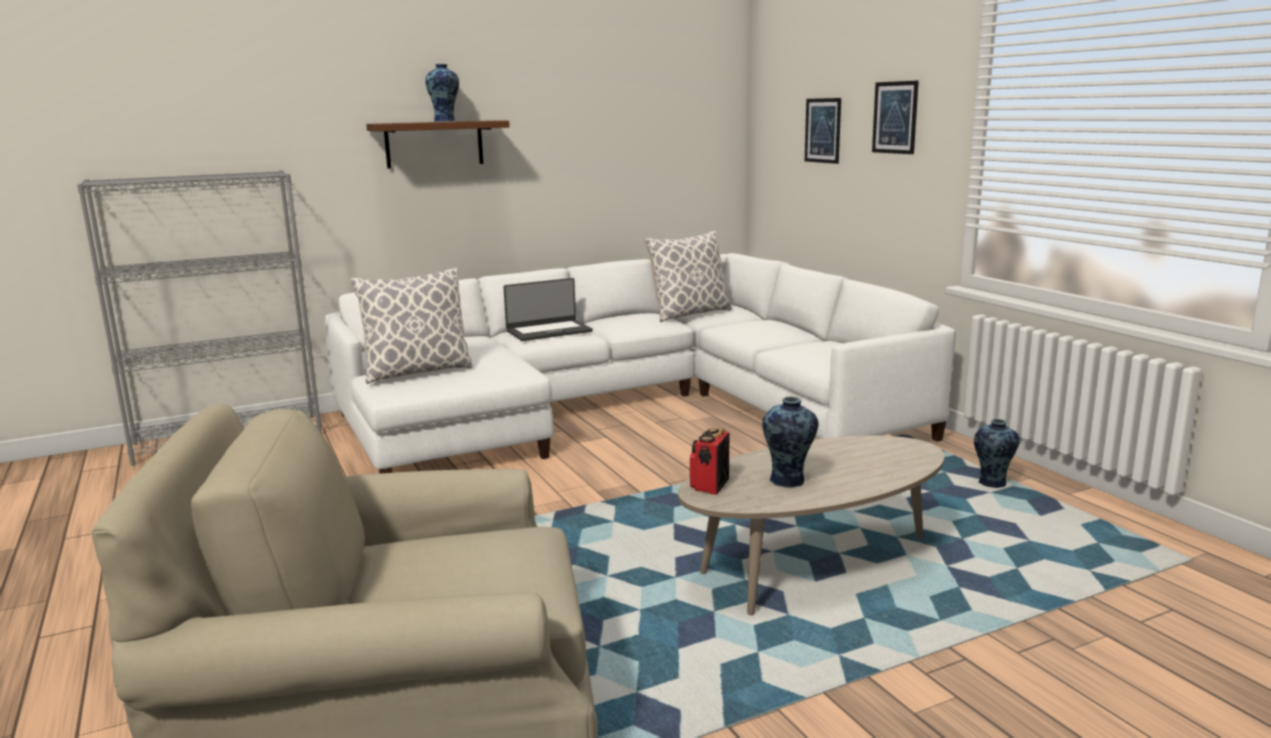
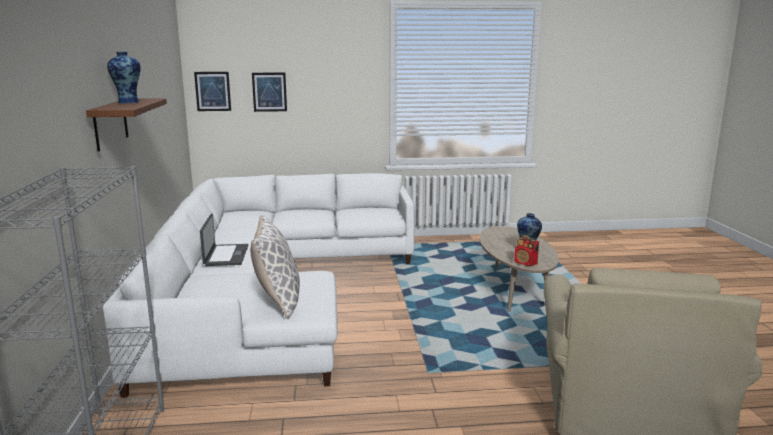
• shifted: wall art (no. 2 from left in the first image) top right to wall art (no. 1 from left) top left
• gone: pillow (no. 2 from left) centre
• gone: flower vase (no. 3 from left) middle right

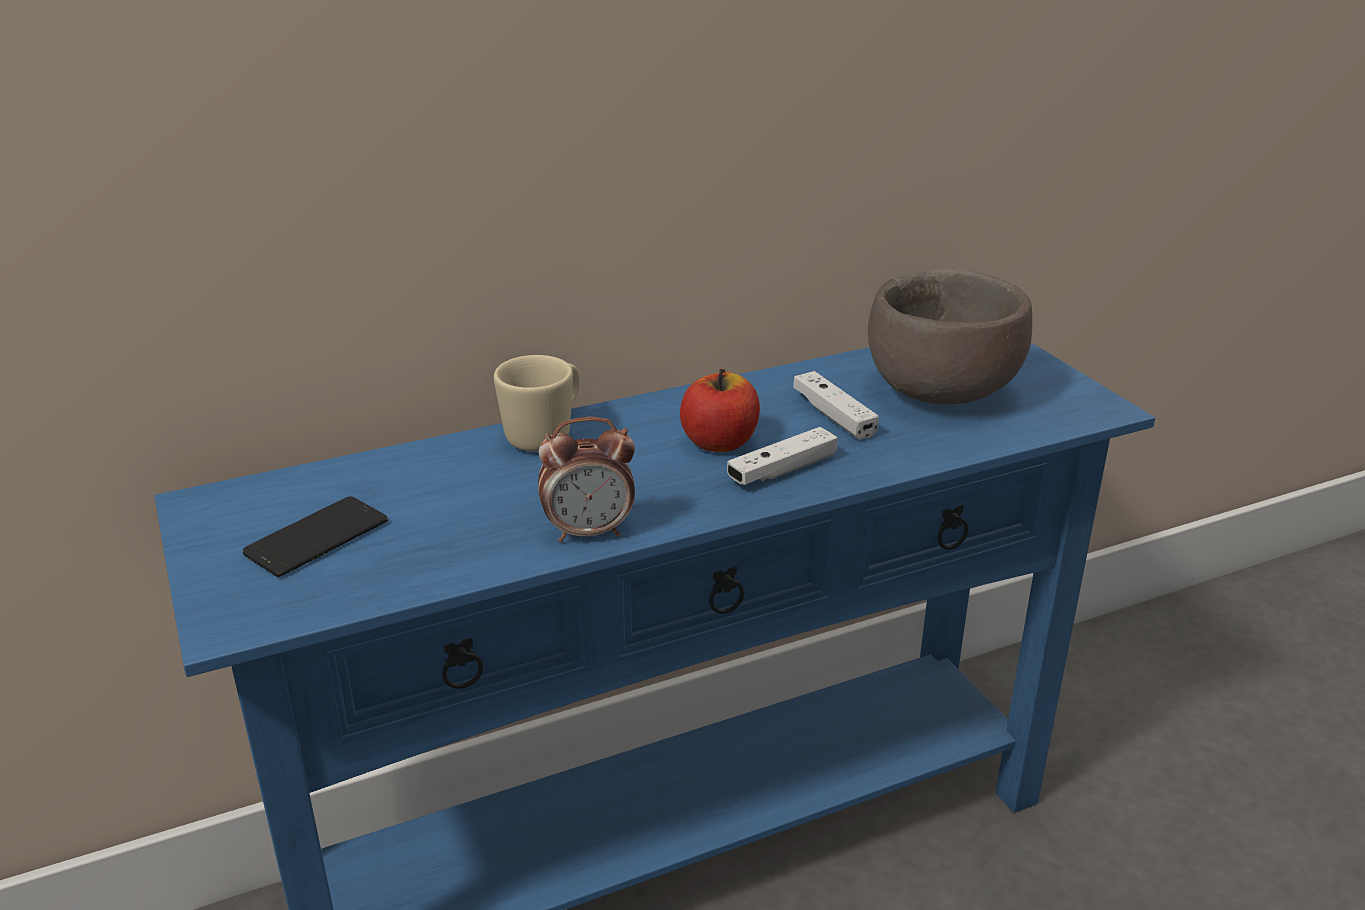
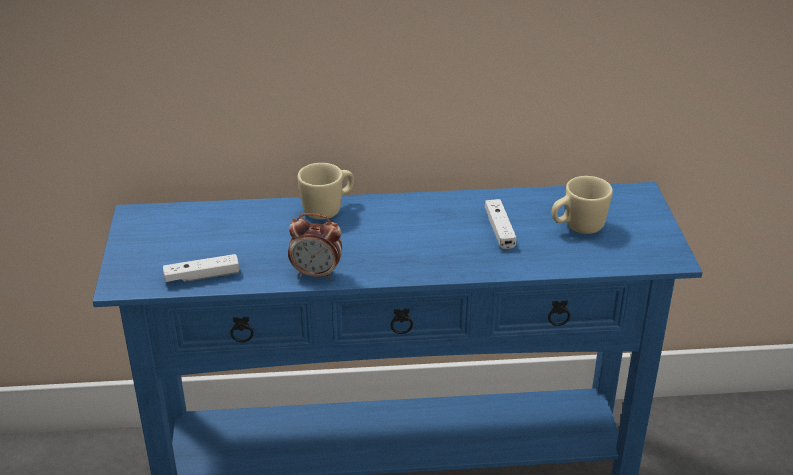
• shifted: joypad (white-coloured) (no. 1 from left) centre to middle left
• swapped: deep dish (brown) middle right to mug (sand-coloured) (no. 2 from left) middle right
• gone: handset middle left
• gone: whole apple centre

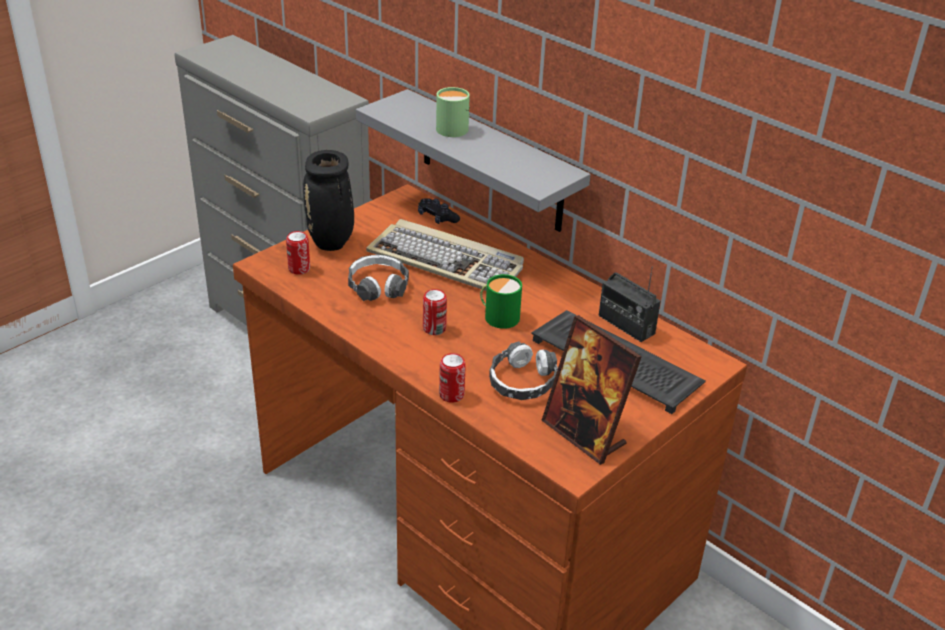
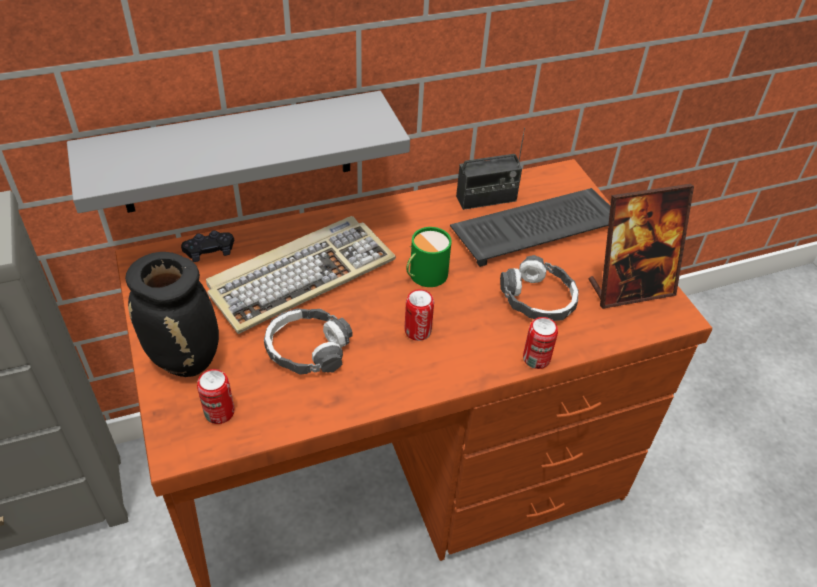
• gone: mug (green-coloured) (no. 1 from left) top centre

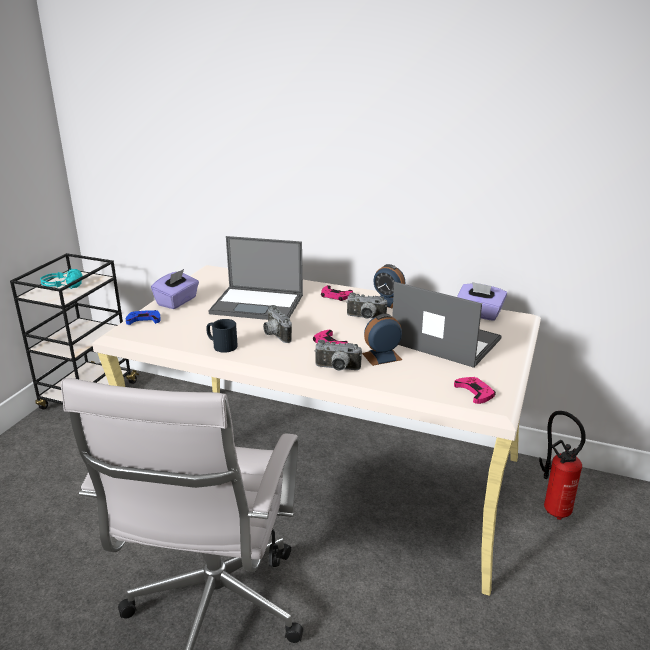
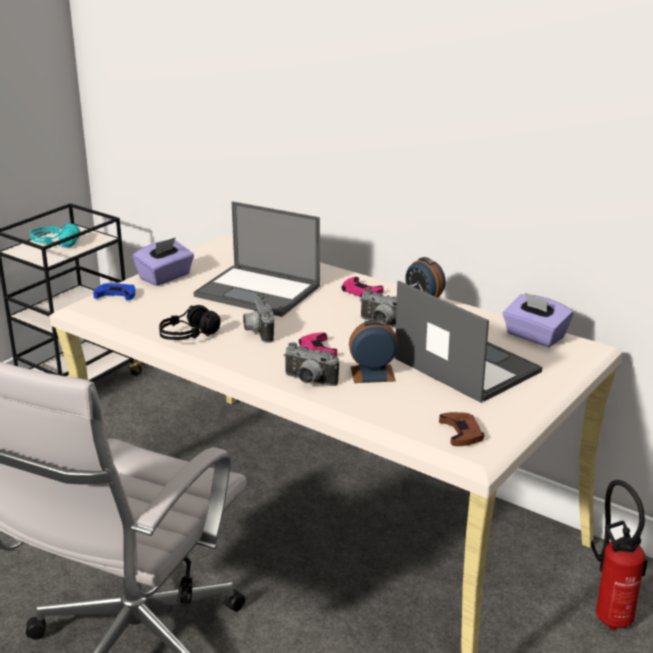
• swapped: mug (black-coloured) centre to headset (black-coloured) middle left
• repainted: joypad (pink-coloured) (no. 3 from left) middle right to joypad (brown) middle right

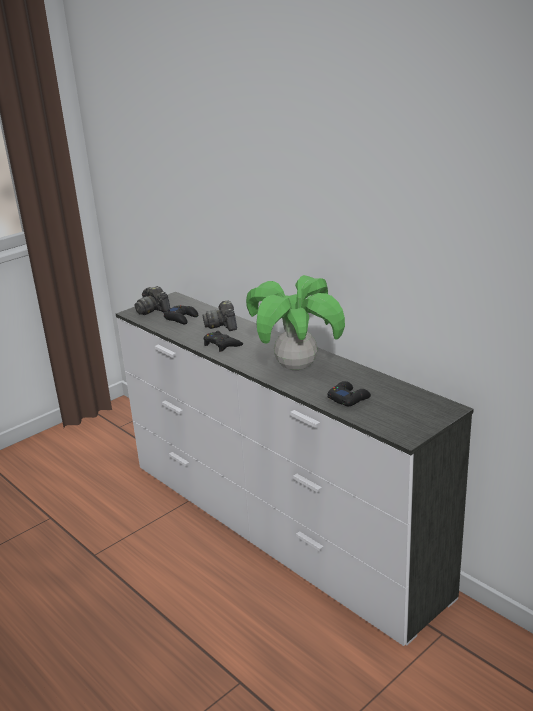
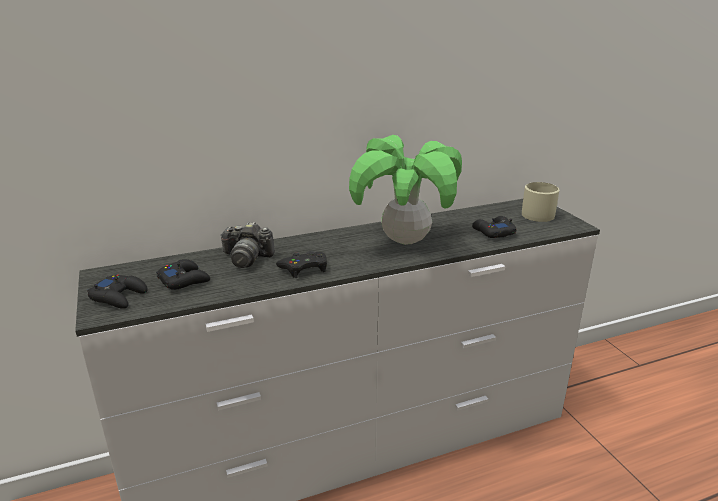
• swapped: photo camera (no. 1 from left) middle left to joypad (black-coloured) (no. 1 from left) middle left
• new: mug (sand-coloured) middle right

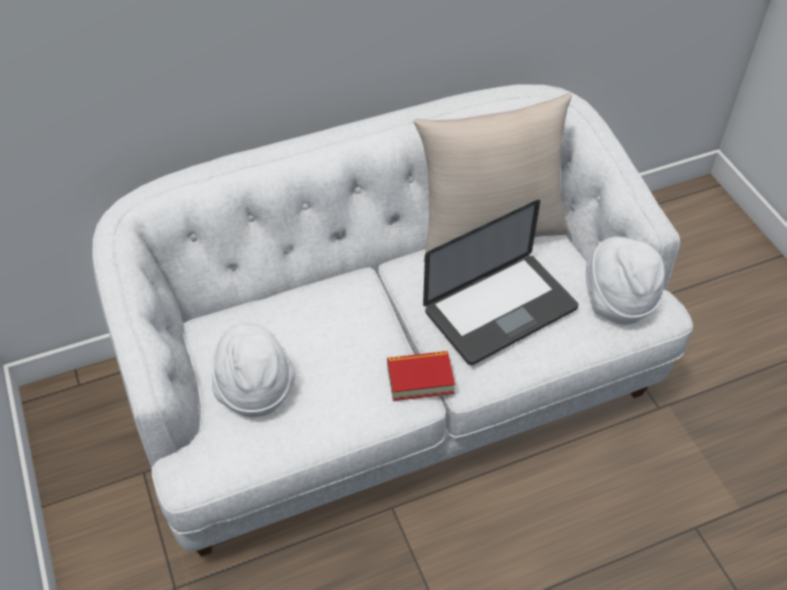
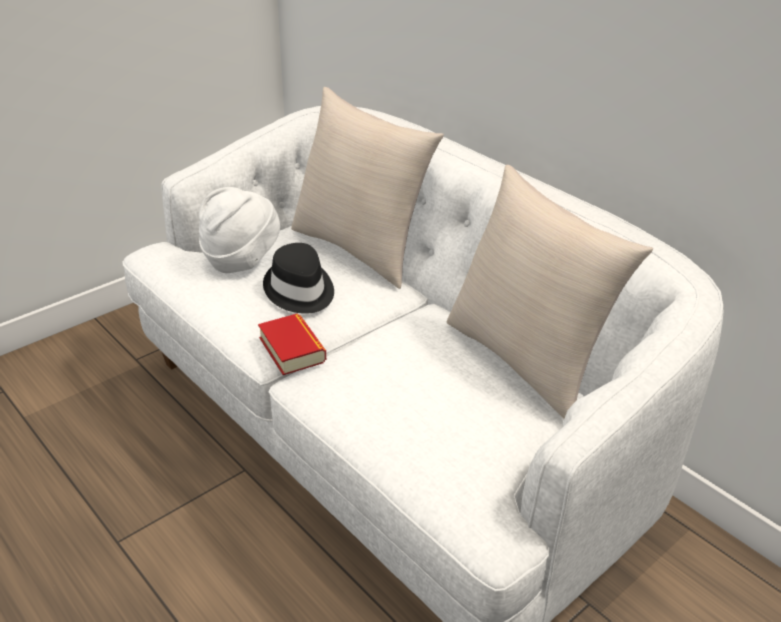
• new: clothing hat (black-coloured) centre
• new: pillow (sand-coloured) (no. 1 from left) top centre
• gone: laptop centre
• gone: clothing hat (white-coloured) (no. 2 from left) middle right

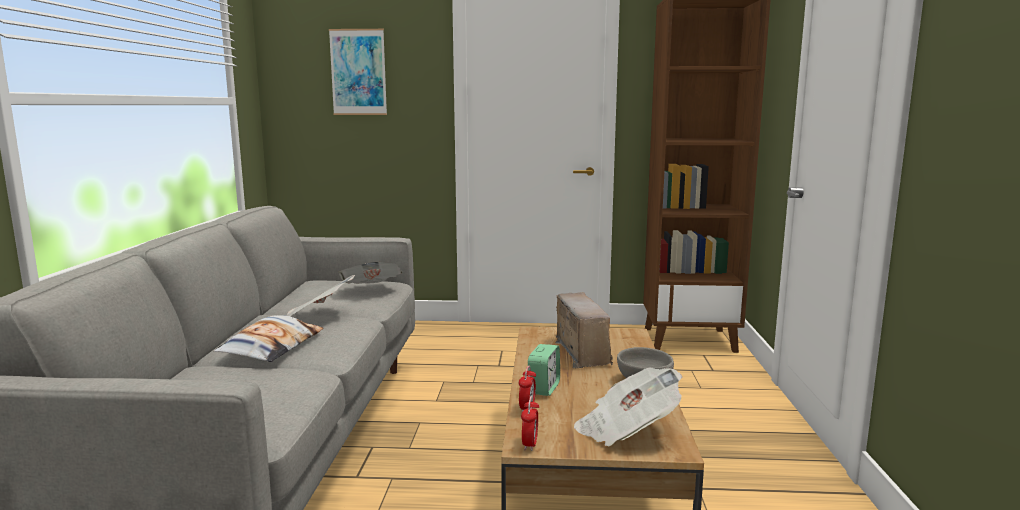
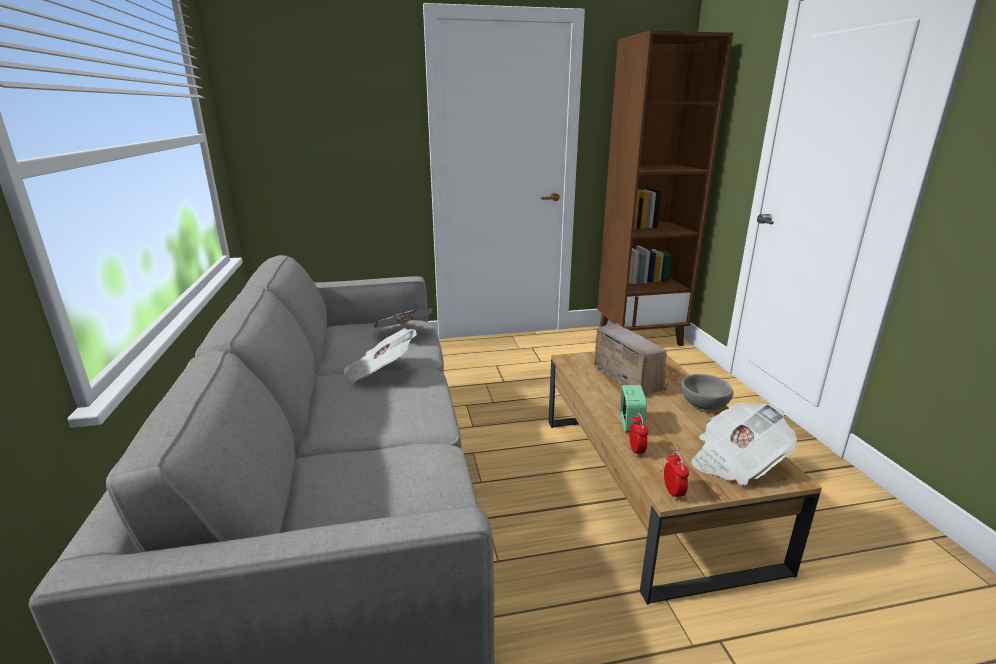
• gone: pillow middle left
• gone: wall art top centre

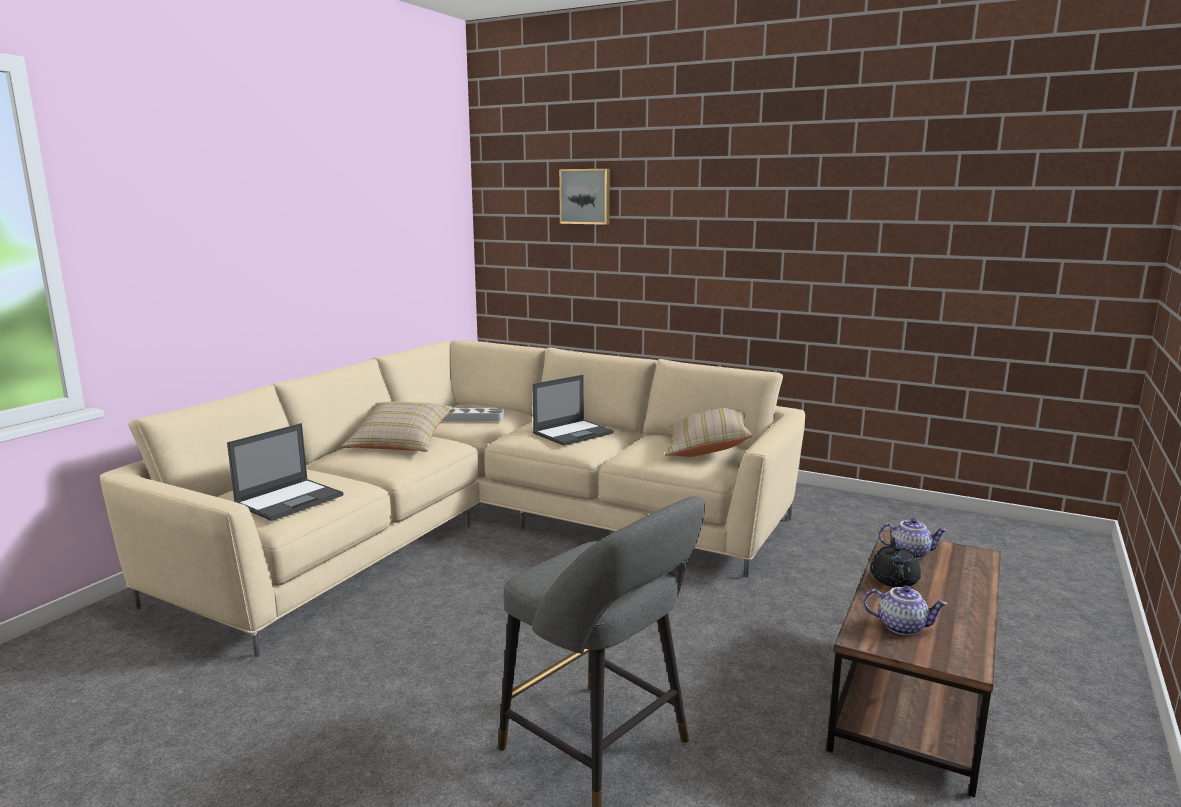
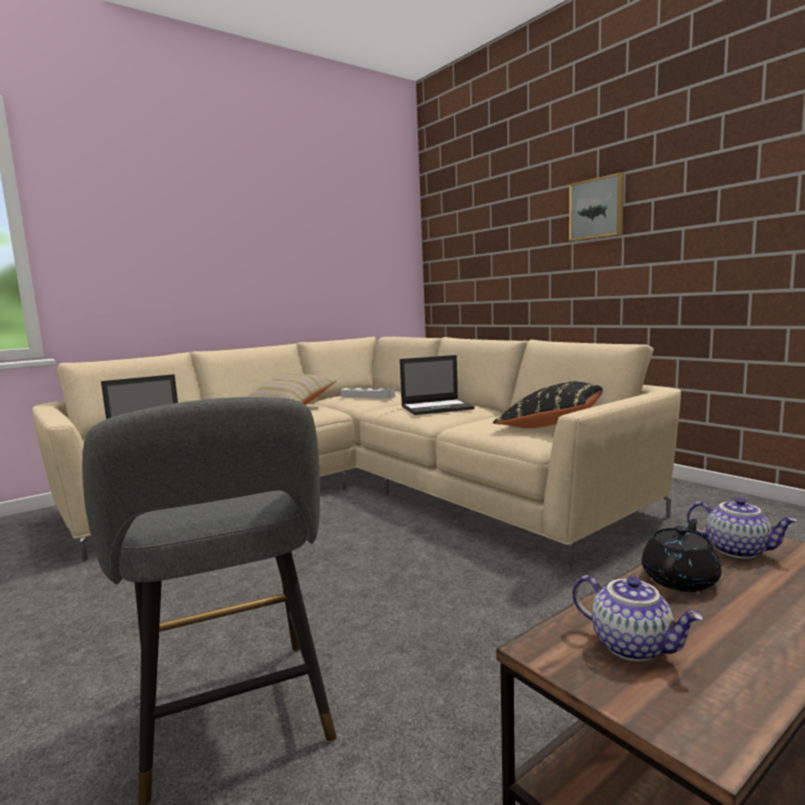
• repainted: pillow (sand-coloured) (no. 2 from left) centre to pillow (black-coloured) middle right
• shifted: wall art top centre to top right

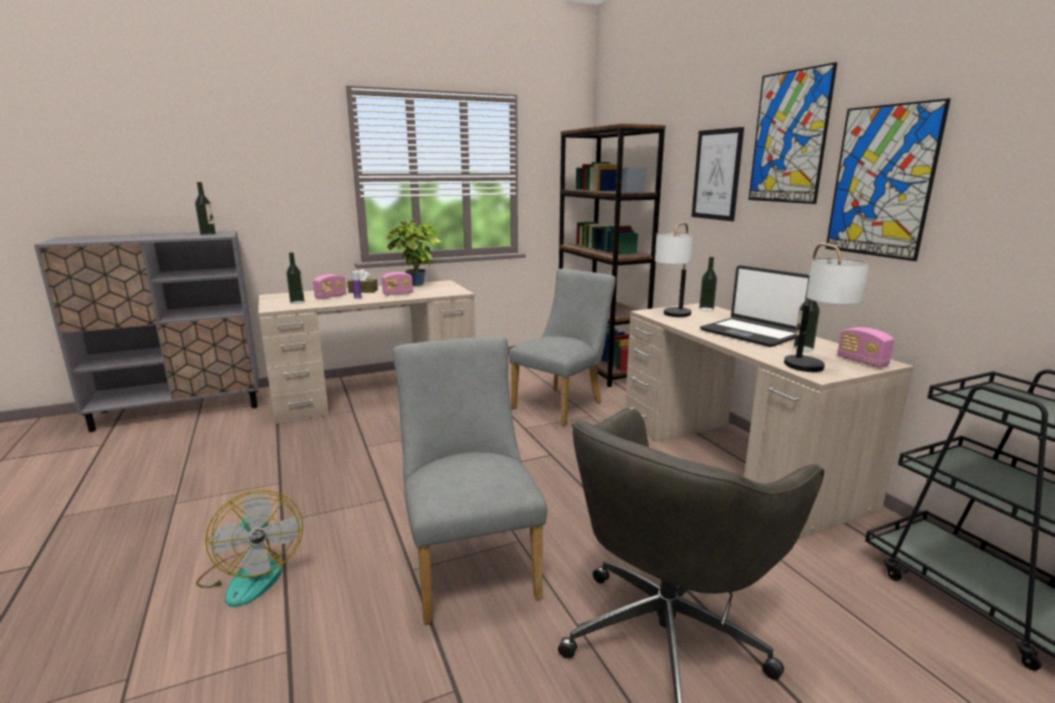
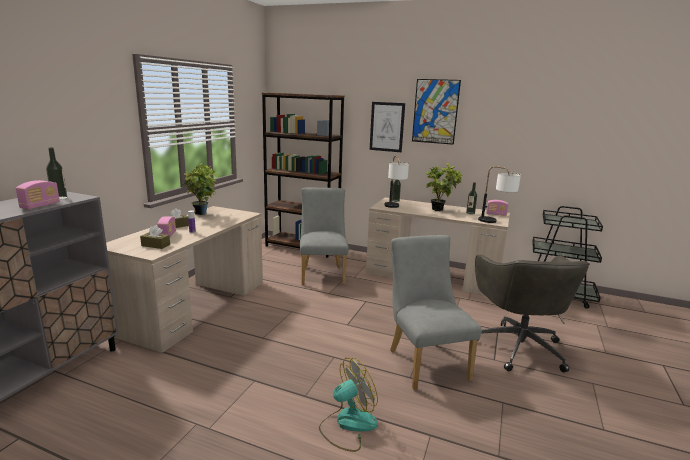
• shifted: radio set (no. 2 from left in the first image) centre to radio set (no. 1 from left) middle left
• swapped: beverage bottle (no. 2 from left) middle left to tissue box (brown) (no. 1 from left) middle left
• rotated: cooling fan bottom left = bottom centre 45 degrees counterclockwise
• rotated: upright chair (gray) (no. 1 from left in the first image) bottom centre = bottom centre 45 degrees clockwise
• swapped: laptop middle right to plant in a pot (no. 2 from left) centre
• gone: wall art (no. 3 from left) top right

